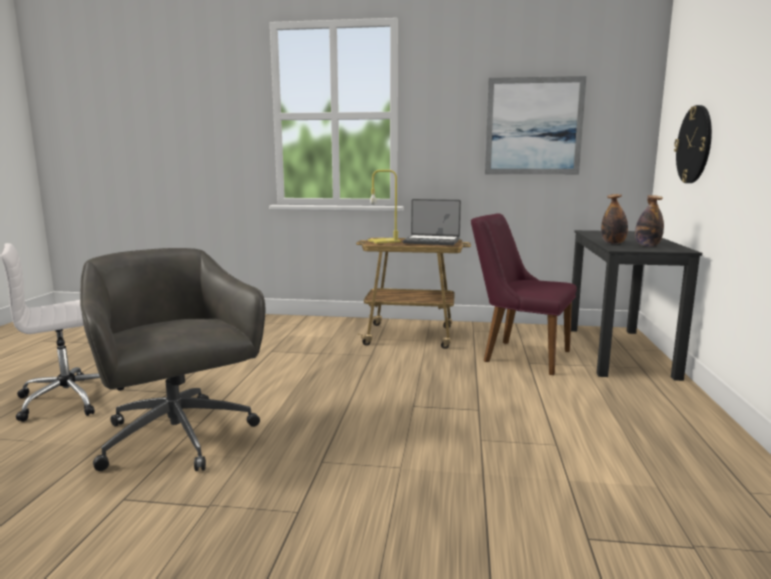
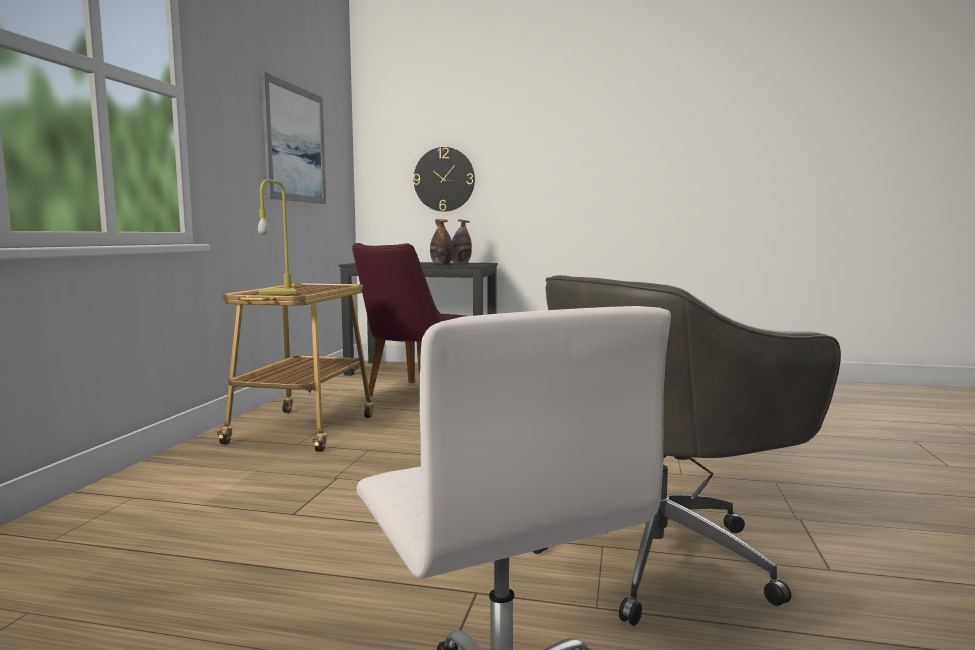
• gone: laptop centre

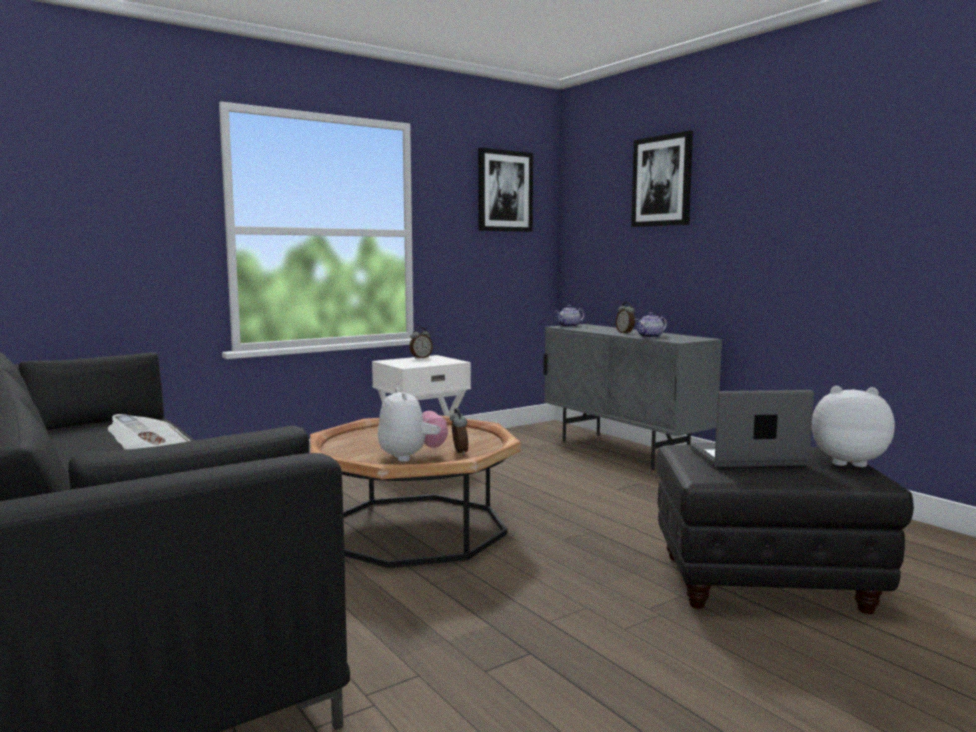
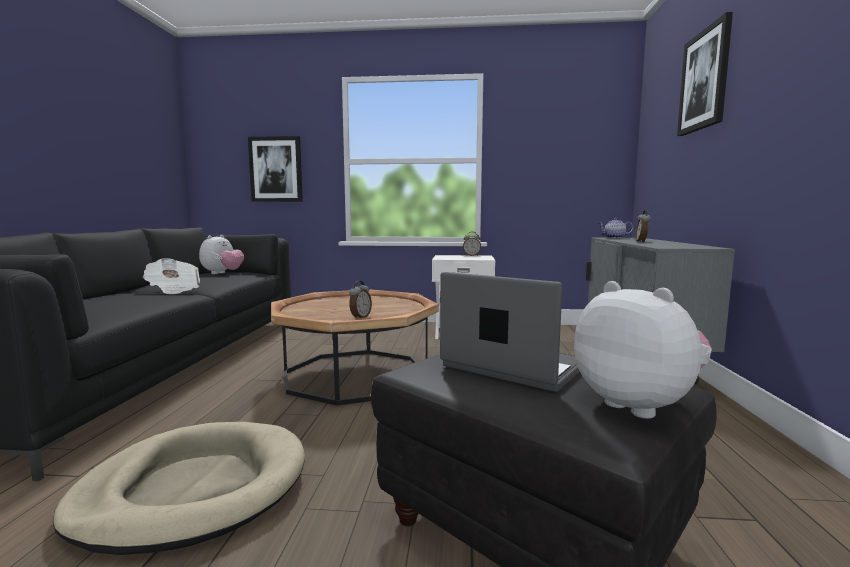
• new: dog bed (sand-coloured) bottom left
• shifted: soft toy (no. 1 from left) centre to middle left
• shifted: wall art (no. 1 from left) top centre to top left
• gone: tea pot (no. 2 from left) middle right

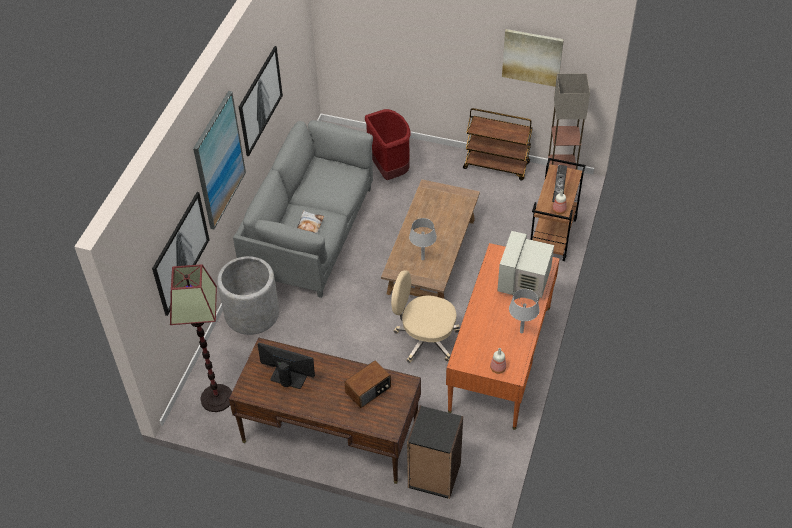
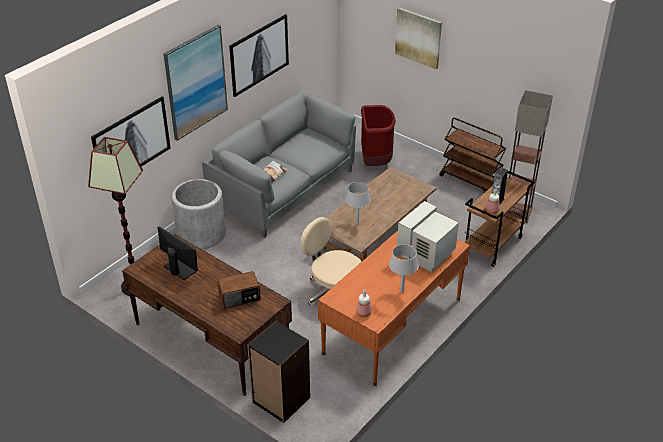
• shifted: wall art (no. 4 from left) top right to top centre

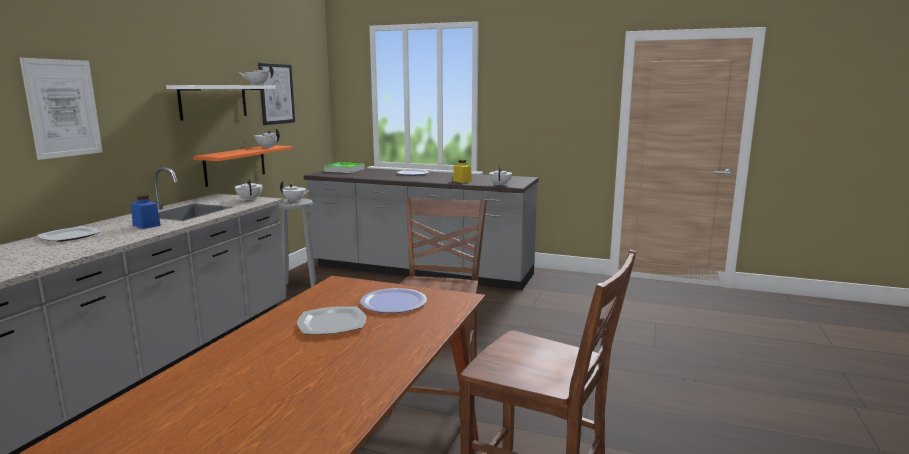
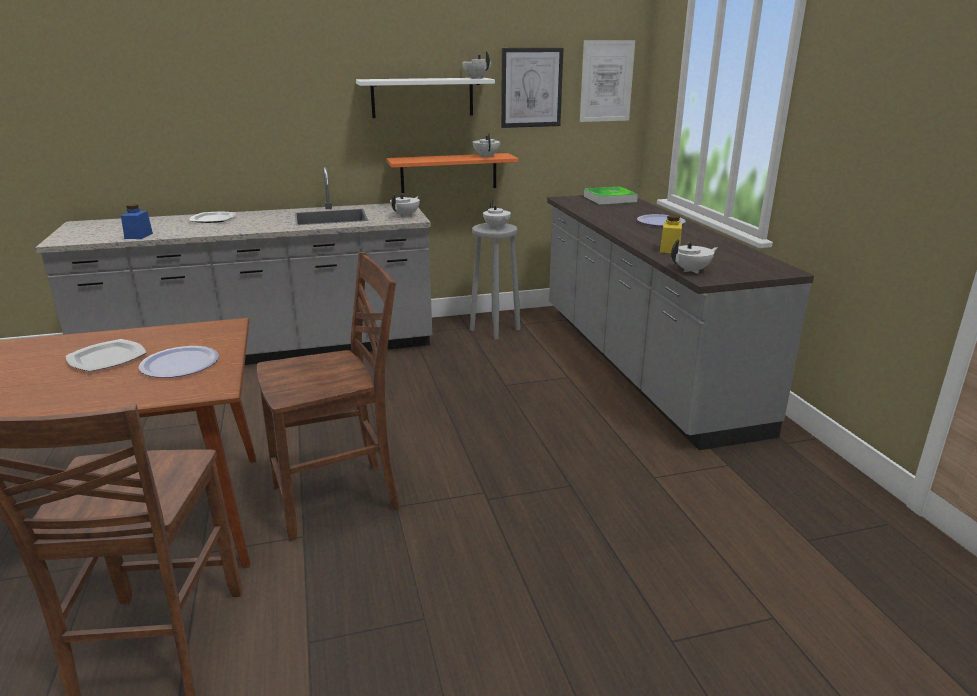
• shifted: jar (blue) middle left to top left
• shifted: wall art (no. 1 from left in the first image) top left to wall art (no. 2 from left) top centre

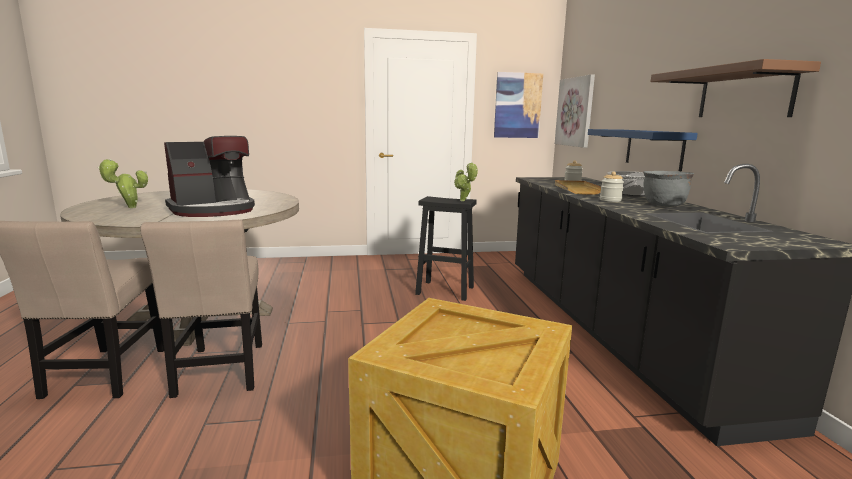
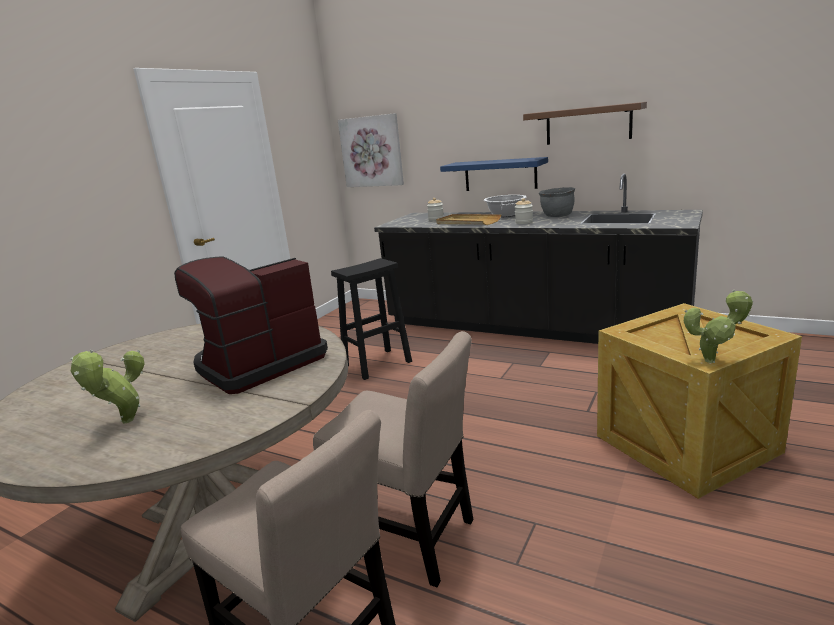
• rotated: coffee machine middle left = middle left 135 degrees counterclockwise
• shifted: plant in a pot (no. 2 from left) centre to middle right
• gone: wall art (no. 1 from left) top centre

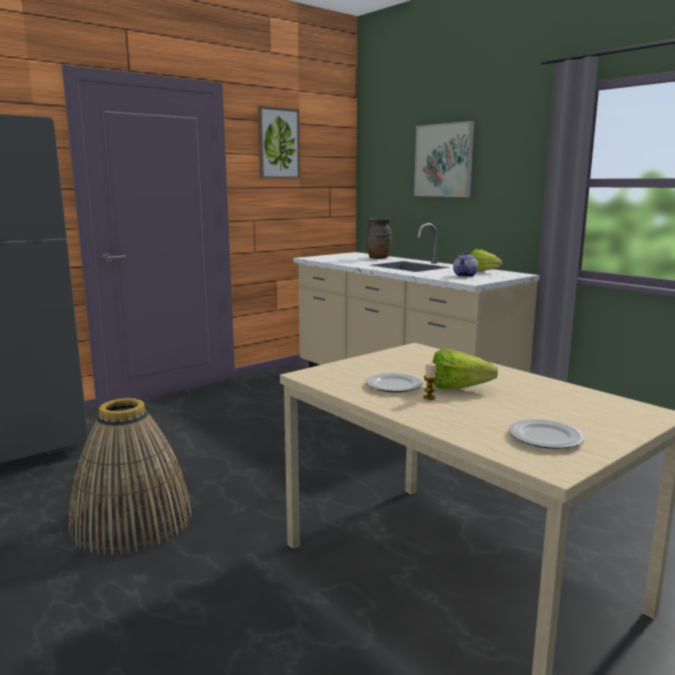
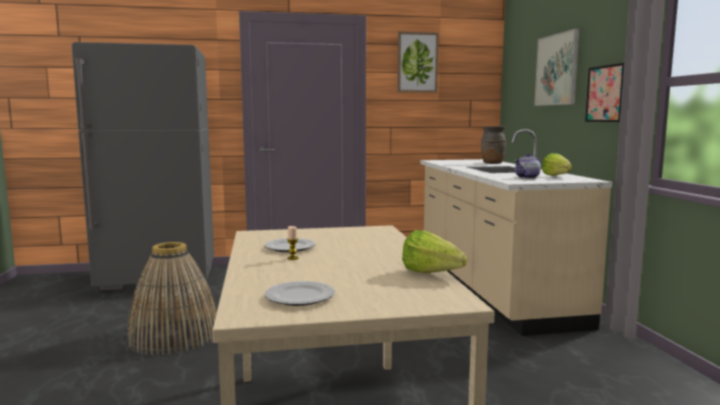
• shifted: head of lettuce (no. 1 from left) middle right to centre
• new: wall art (no. 3 from left) top right

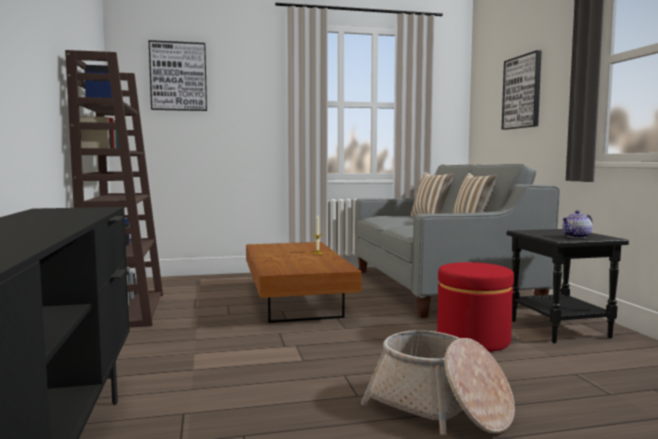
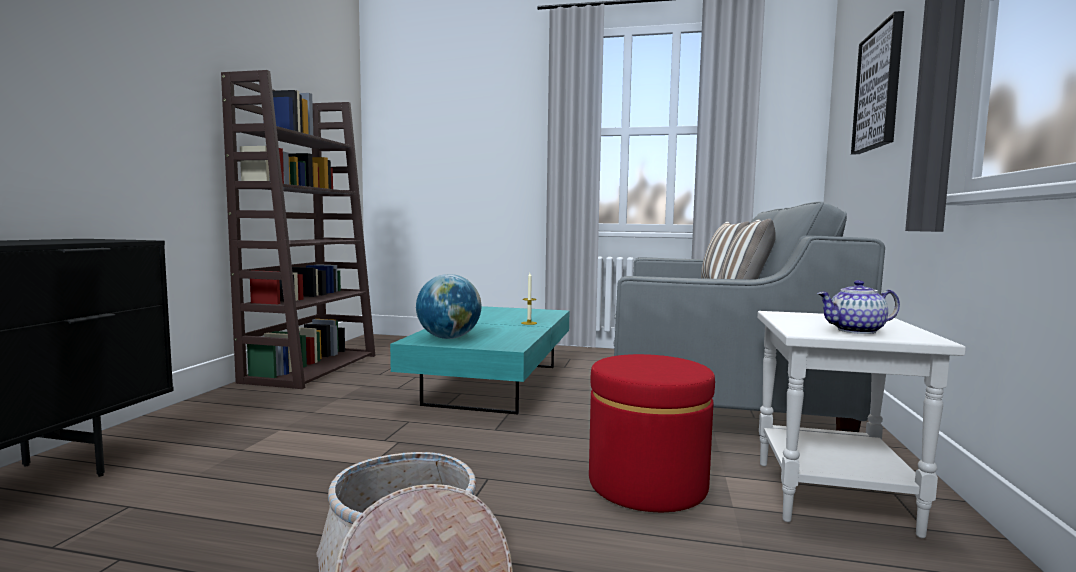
• repainted: low table (brown) centre to low table (turquoise) centre
• new: globe centre
• repainted: side table (black-coloured) middle right to side table (white-coloured) bottom right
• gone: wall art (no. 1 from left) top left

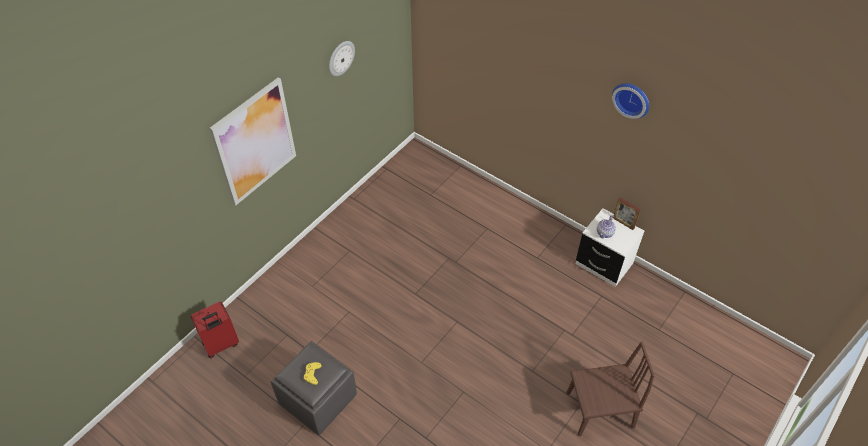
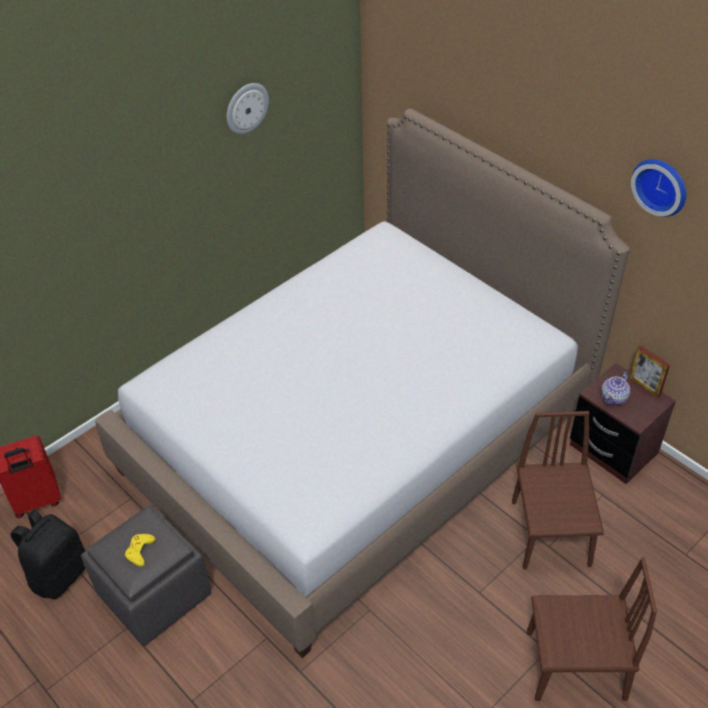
• new: knapsack (black-coloured) bottom left
• new: bed centre
• new: upright chair (brown) (no. 1 from left) bottom right
• repainted: night table (white-coloured) middle right to night table (brown) middle right
• gone: wall art top left

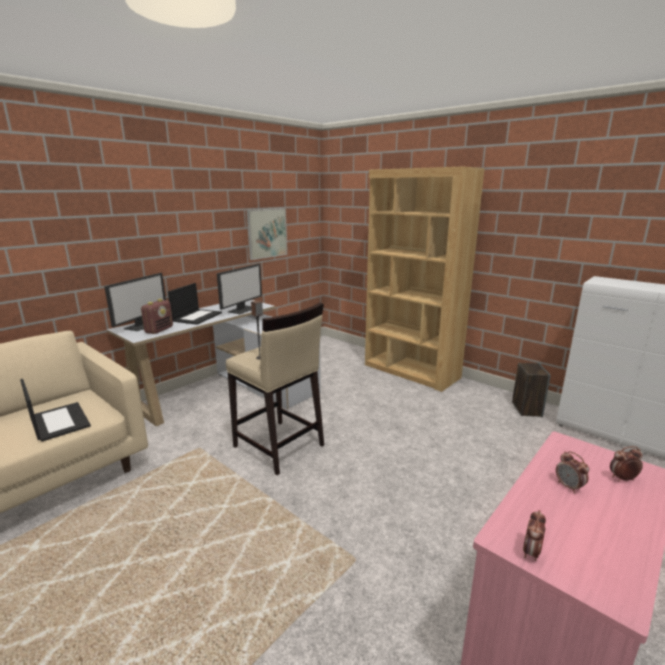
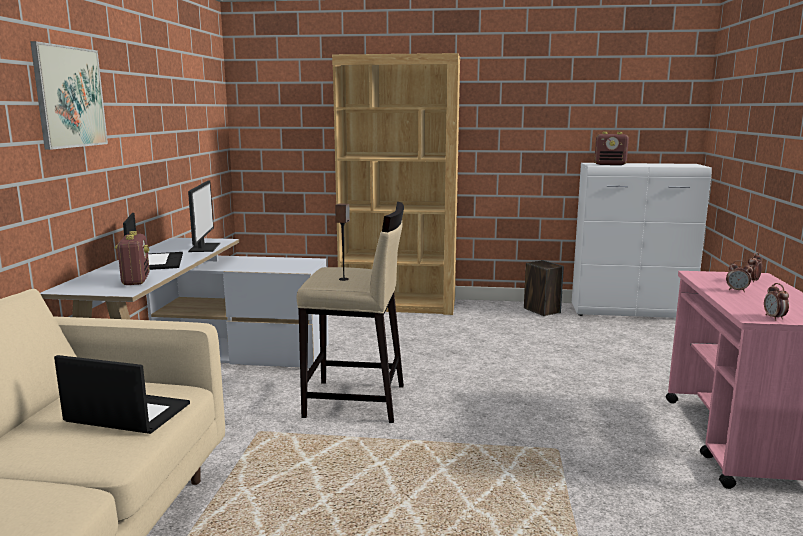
• shifted: wall art centre to top left
• new: radio set (no. 2 from left) top right
• gone: computer screen (no. 1 from left) middle left

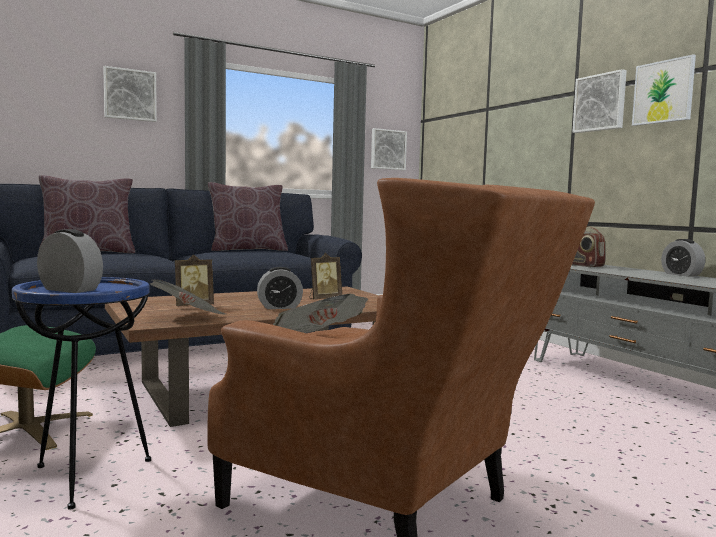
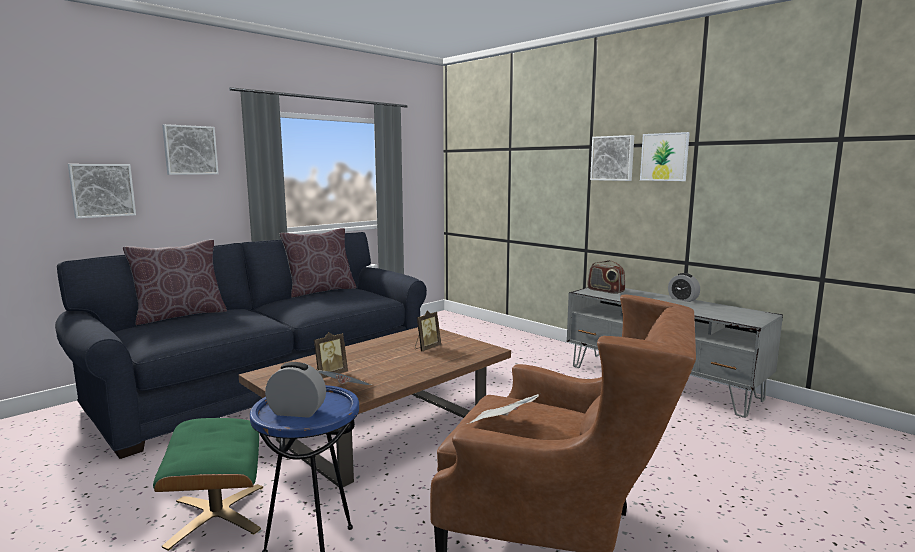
• shifted: wall art (no. 2 from left in the first image) top centre to wall art (no. 1 from left) middle left
• gone: alarm clock (no. 2 from left) centre

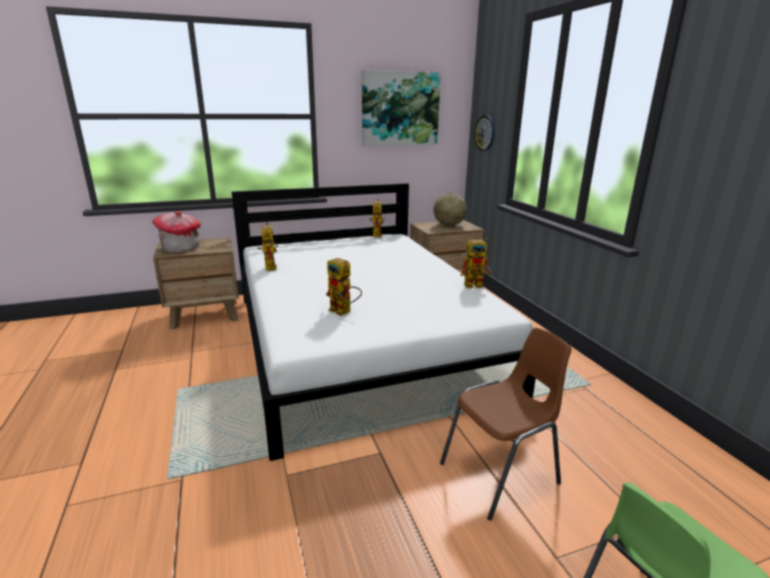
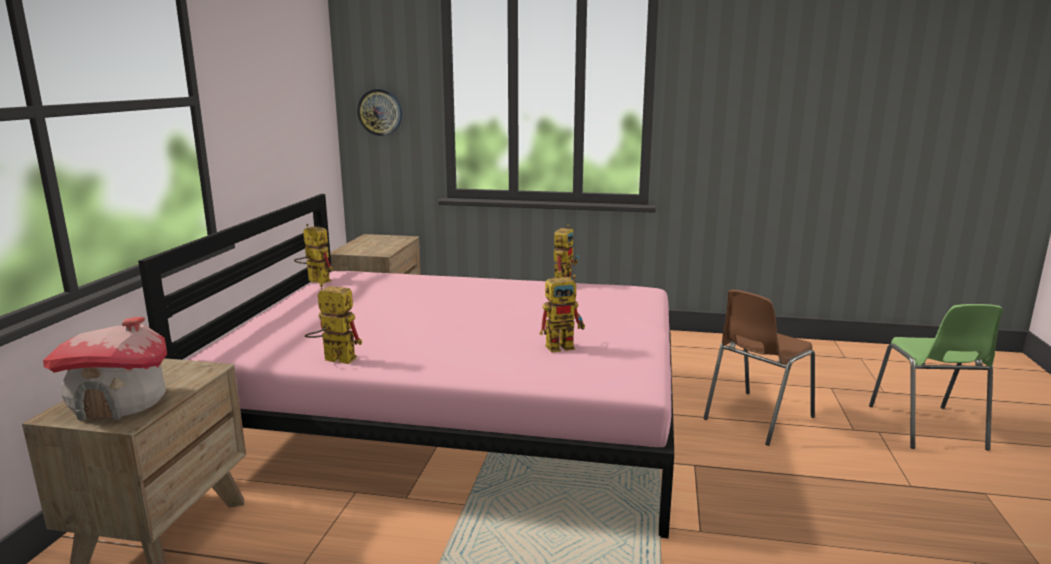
• repainted: bed (white-coloured) centre to bed (pink-coloured) centre
• rotated: upright chair (brown) bottom centre = middle right 135 degrees counterclockwise
• gone: wall art top centre
• gone: globe centre

